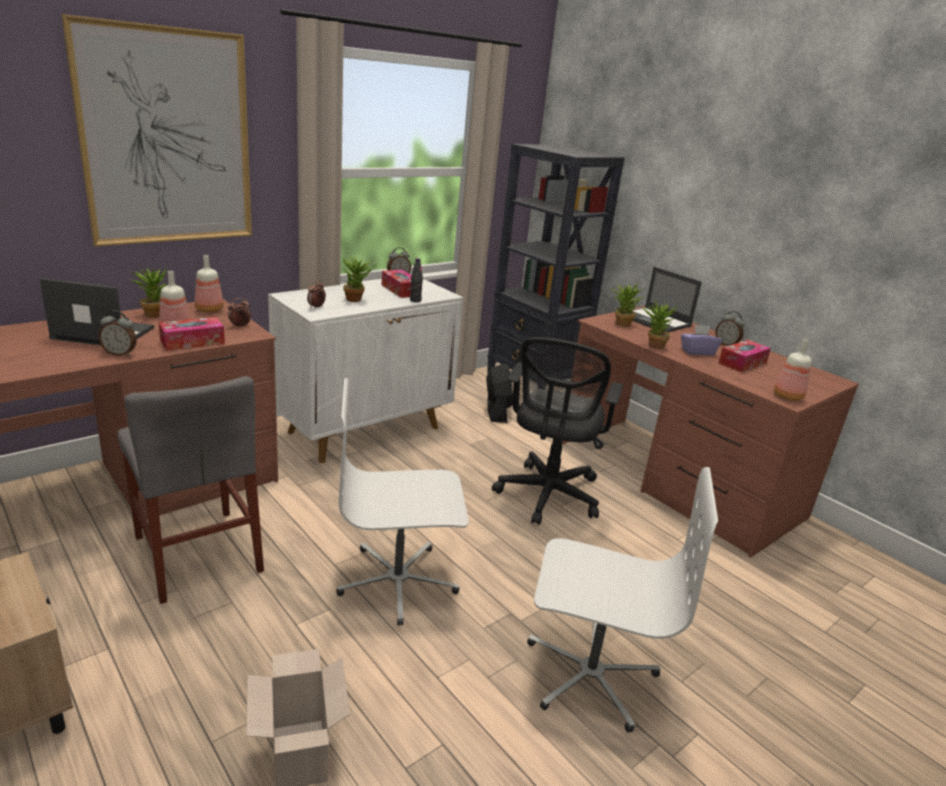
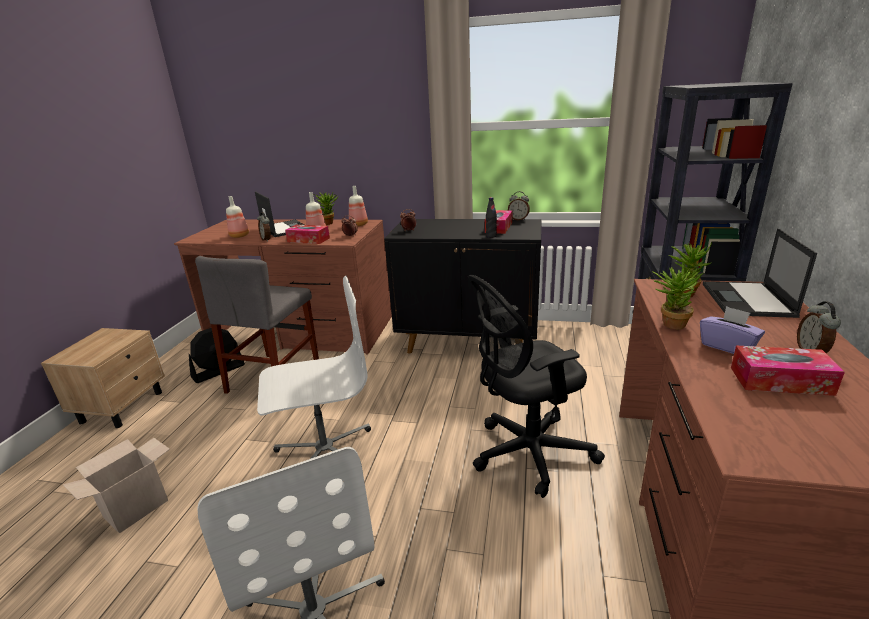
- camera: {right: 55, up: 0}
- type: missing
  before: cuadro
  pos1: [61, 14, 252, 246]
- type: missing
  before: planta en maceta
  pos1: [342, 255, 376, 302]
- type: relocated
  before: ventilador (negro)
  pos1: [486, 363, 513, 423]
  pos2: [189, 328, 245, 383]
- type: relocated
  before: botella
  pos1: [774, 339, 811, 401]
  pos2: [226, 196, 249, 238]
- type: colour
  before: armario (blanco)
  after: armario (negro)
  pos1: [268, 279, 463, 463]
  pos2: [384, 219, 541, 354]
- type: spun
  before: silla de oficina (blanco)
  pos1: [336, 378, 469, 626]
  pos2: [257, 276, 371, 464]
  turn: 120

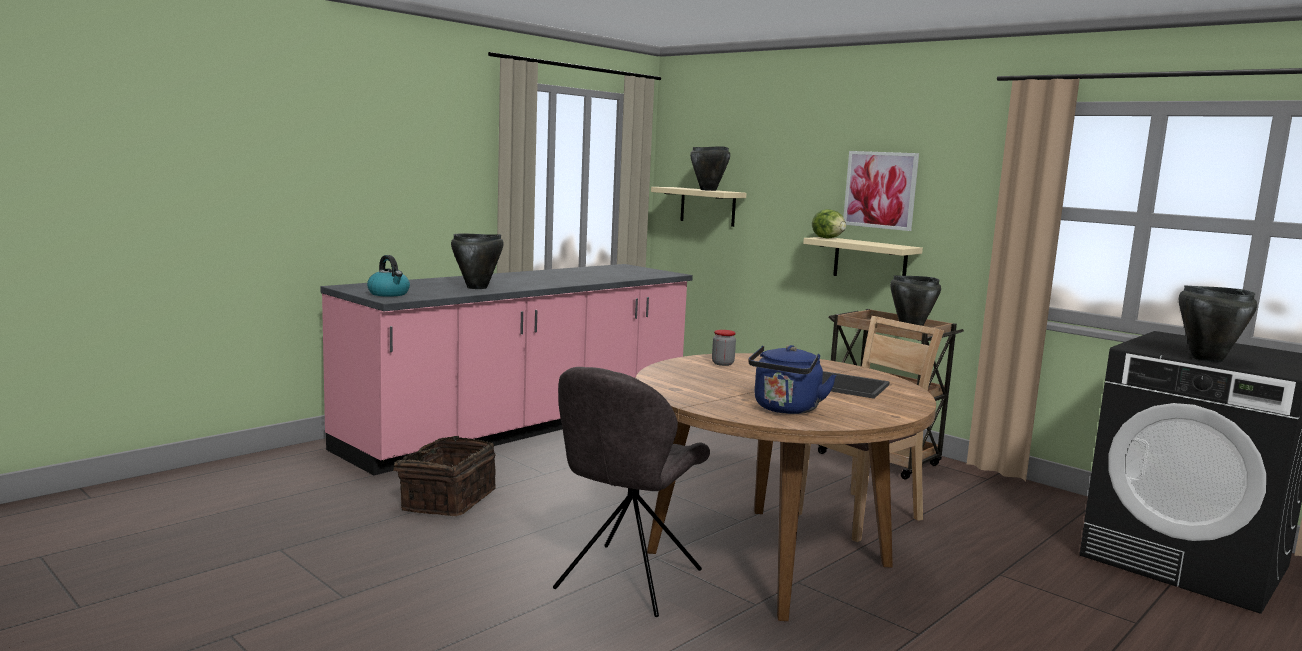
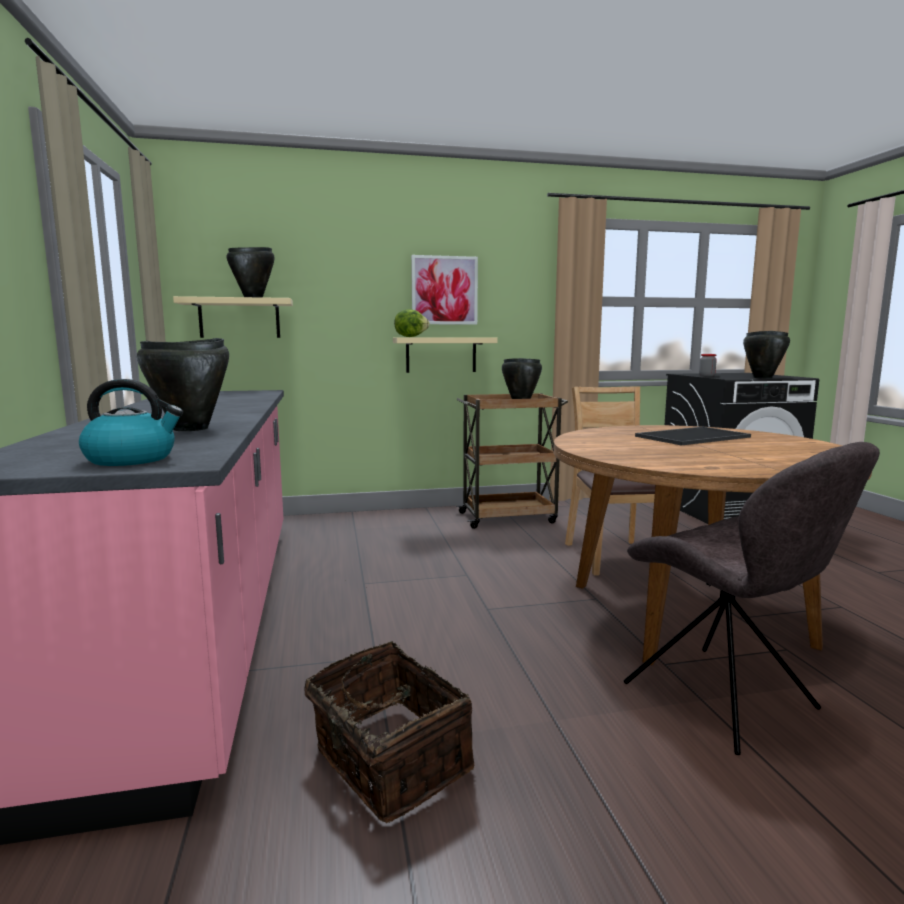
- camera: {right: -55, up: 0}
- type: missing
  before: hervidor (azul)
  pos1: [748, 345, 837, 414]
- type: relocated
  before: tarro
  pos1: [712, 330, 736, 366]
  pos2: [699, 354, 717, 377]

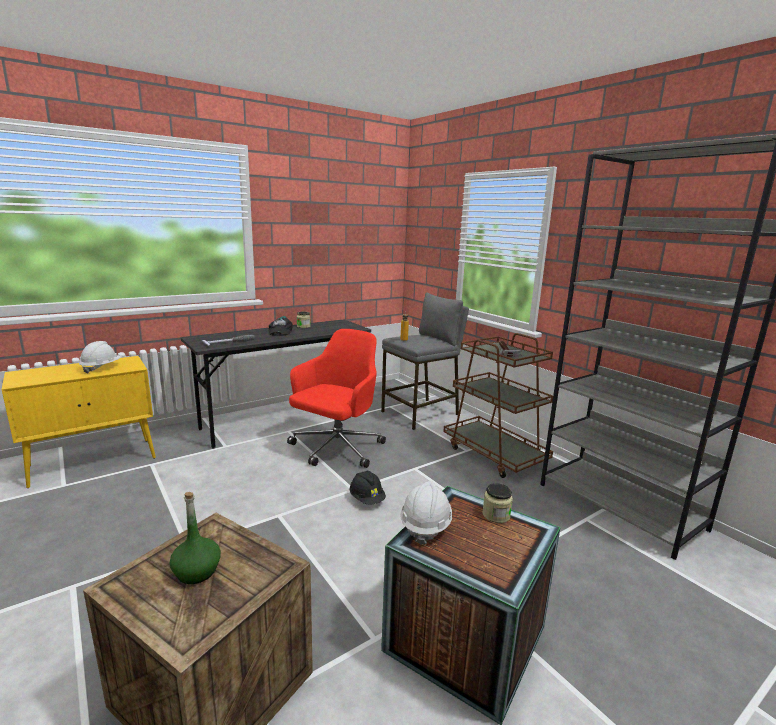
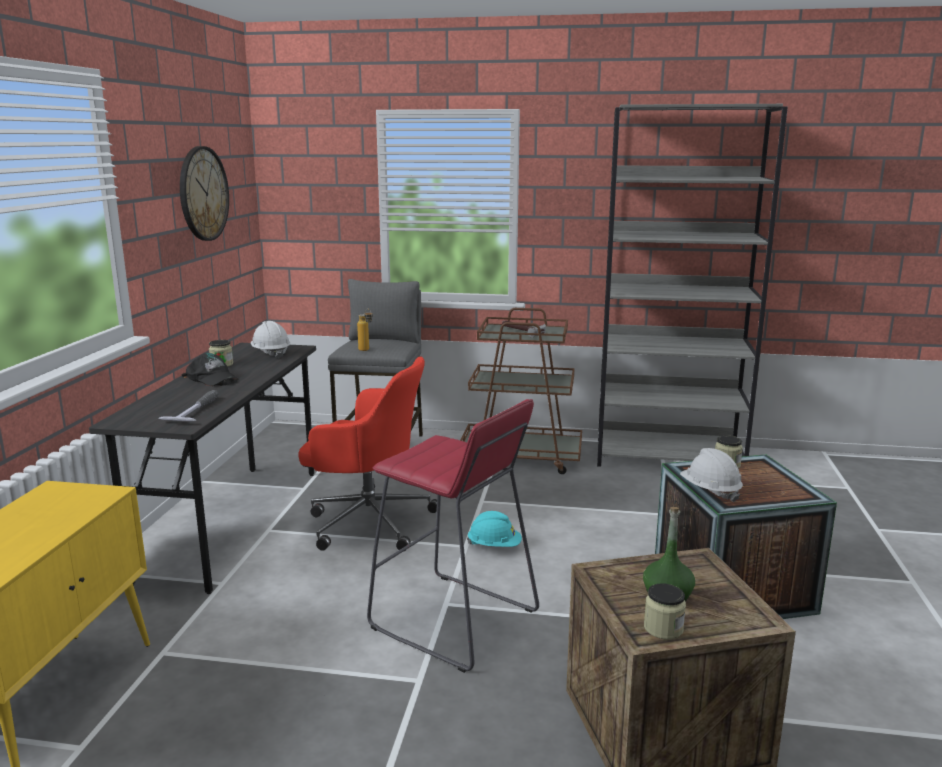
- camera: {right: -45, up: 0}
- type: appeared
  after: reloj de pared
  pos2: [180, 146, 229, 241]
- type: appeared
  after: taburete (rojo)
  pos2: [367, 399, 539, 673]
- type: appeared
  after: tarro
  pos2: [644, 583, 686, 639]
- type: relocated
  before: casco (blanco)
  pos1: [79, 341, 122, 374]
  pos2: [251, 321, 290, 358]
- type: colour
  before: casco (negro)
  after: casco (turquesa)
  pos1: [349, 471, 386, 505]
  pos2: [467, 511, 522, 547]
- type: spun
  before: silla de oficina (rojo)
  pos1: [287, 329, 386, 468]
  pos2: [298, 357, 437, 552]
  turn: 120

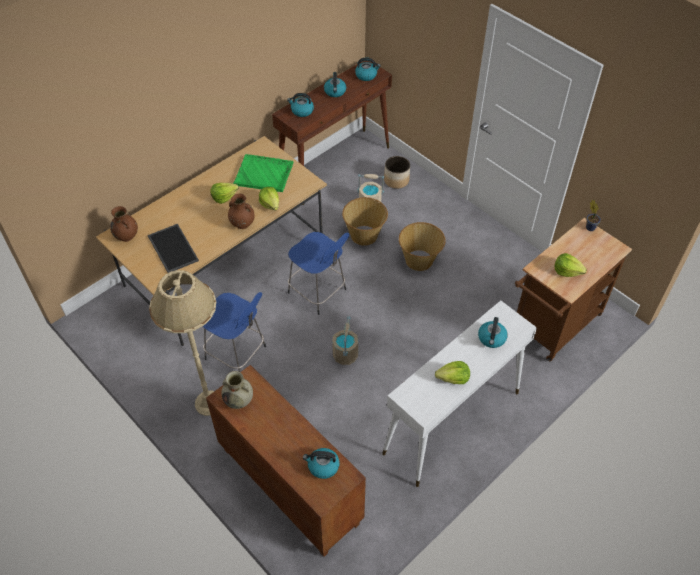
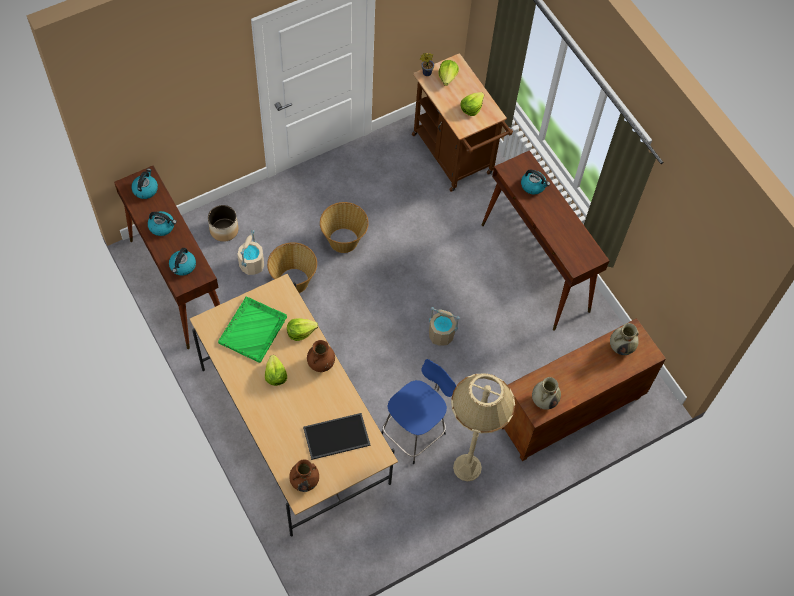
- camera: {right: -80, up: 10}
- type: missing
  before: taburete (azul)
  pos1: [288, 232, 349, 315]
- type: relocated
  before: lechuga
  pos1: [435, 361, 470, 384]
  pos2: [438, 60, 459, 86]
- type: exchanged
  before: hervidor
  after: florero (beis)
  pos1: [303, 448, 340, 479]
  pos2: [610, 323, 639, 355]
- type: colour
  before: mesa consola (blanco)
  after: mesa consola (marrón)
  pos1: [382, 301, 537, 487]
  pos2: [482, 150, 610, 331]

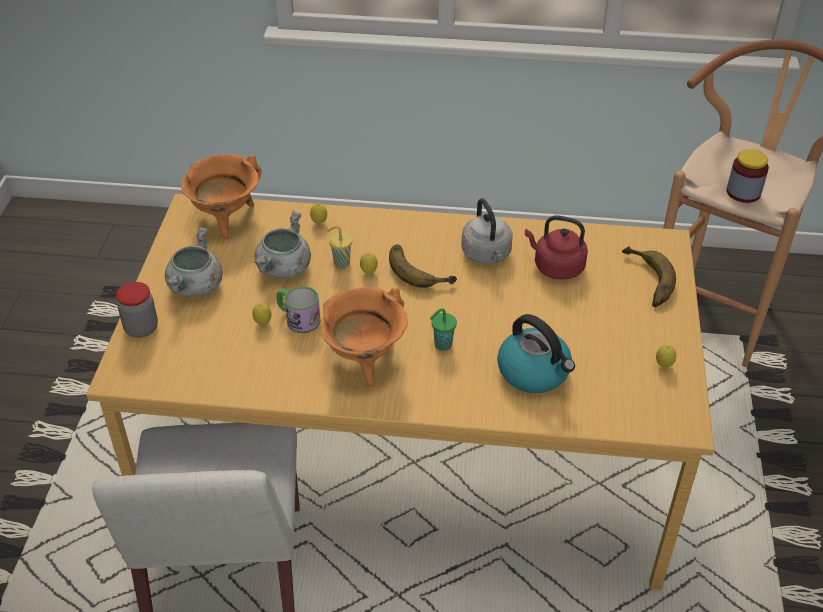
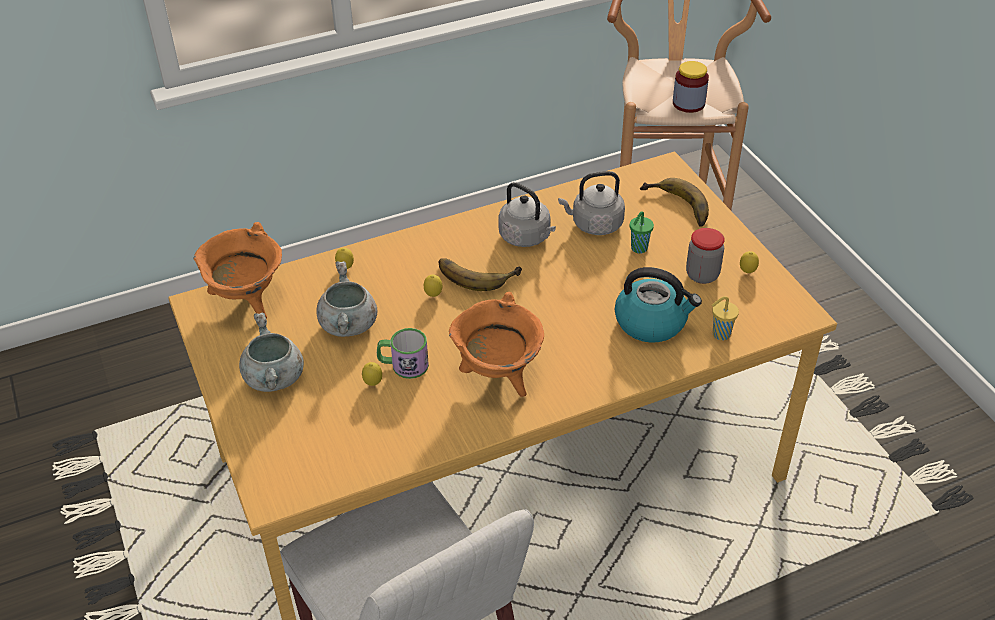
- camera: {right: -30, up: 0}
- type: relocated
  before: tarro
  pos1: [116, 282, 158, 338]
  pos2: [686, 228, 725, 284]
- type: relocated
  before: taza (amarillo)
  pos1: [327, 225, 352, 268]
  pos2: [712, 296, 739, 341]
- type: relocated
  before: taza (verde)
  pos1: [430, 308, 457, 351]
  pos2: [630, 211, 654, 253]
- type: colour
  before: hervidor (rojo)
  after: hervidor (gris)
  pos1: [525, 215, 588, 280]
  pos2: [558, 171, 625, 235]

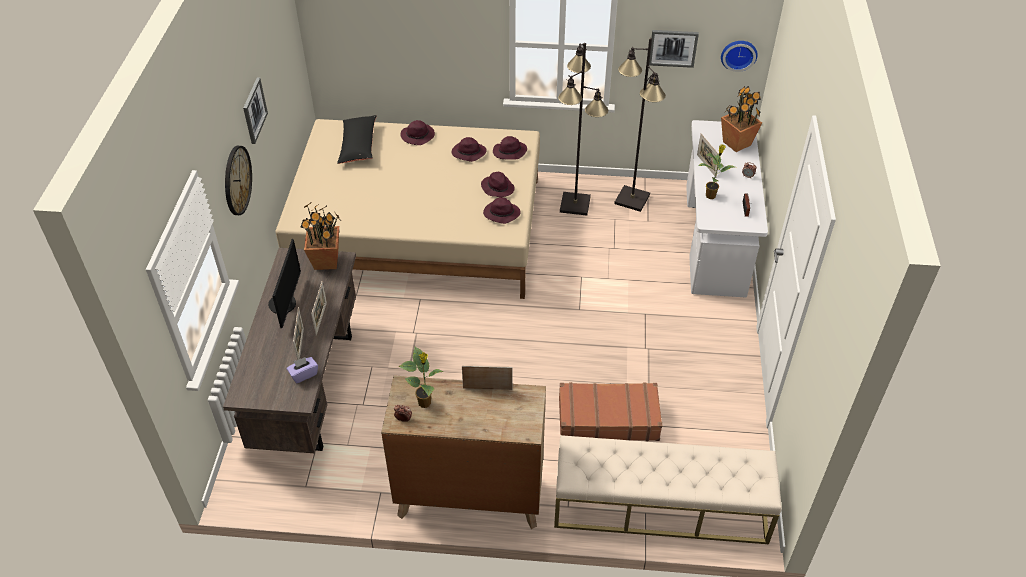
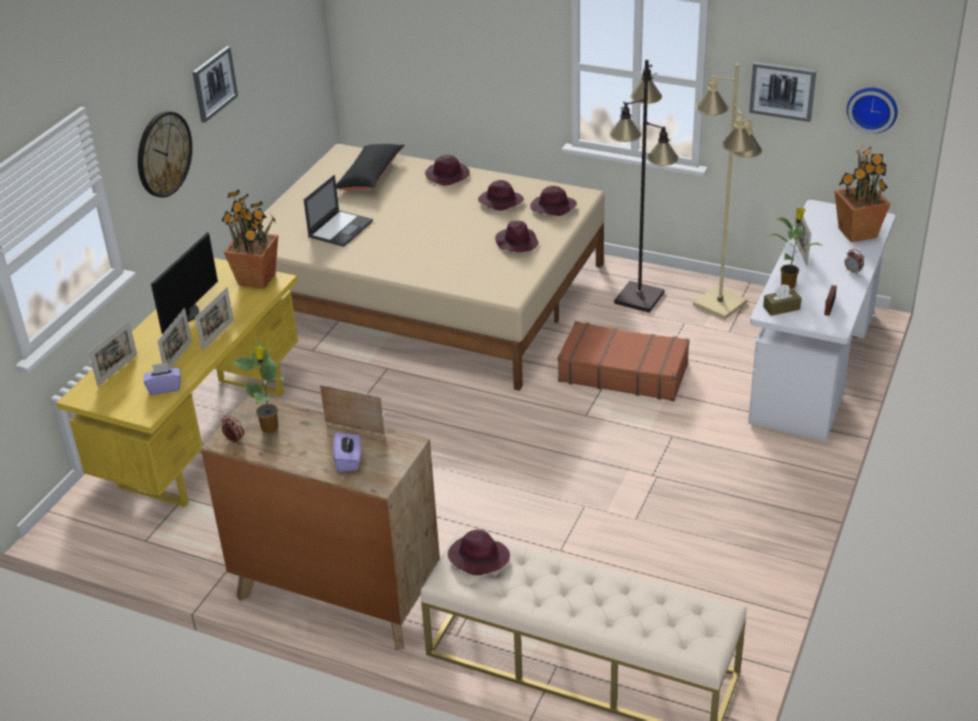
- camera: {right: 20, up: -10}
- type: appeared
  after: portarretratos
  pos2: [89, 321, 137, 386]
- type: appeared
  after: portátil
  pos2: [304, 175, 373, 247]
- type: appeared
  after: caja de pañuelos (morado)
  pos2: [333, 432, 361, 472]
- type: appeared
  after: caja de pañuelos (marrón)
  pos2: [763, 284, 802, 316]
- type: relocated
  before: sombrero (morado)
  pos1: [483, 197, 521, 224]
  pos2: [448, 529, 510, 575]
- type: relocated
  before: maleta (marrón)
  pos1: [559, 382, 663, 441]
  pos2: [558, 321, 690, 401]
- type: colour
  before: escritorio (marrón)
  after: escritorio (amarillo)
  pos1: [223, 248, 356, 453]
  pos2: [56, 258, 298, 507]
- type: colour
  before: lámpara de pie (negro)
  after: lámpara de pie (beis)
  pos1: [614, 38, 666, 212]
  pos2: [693, 63, 762, 320]

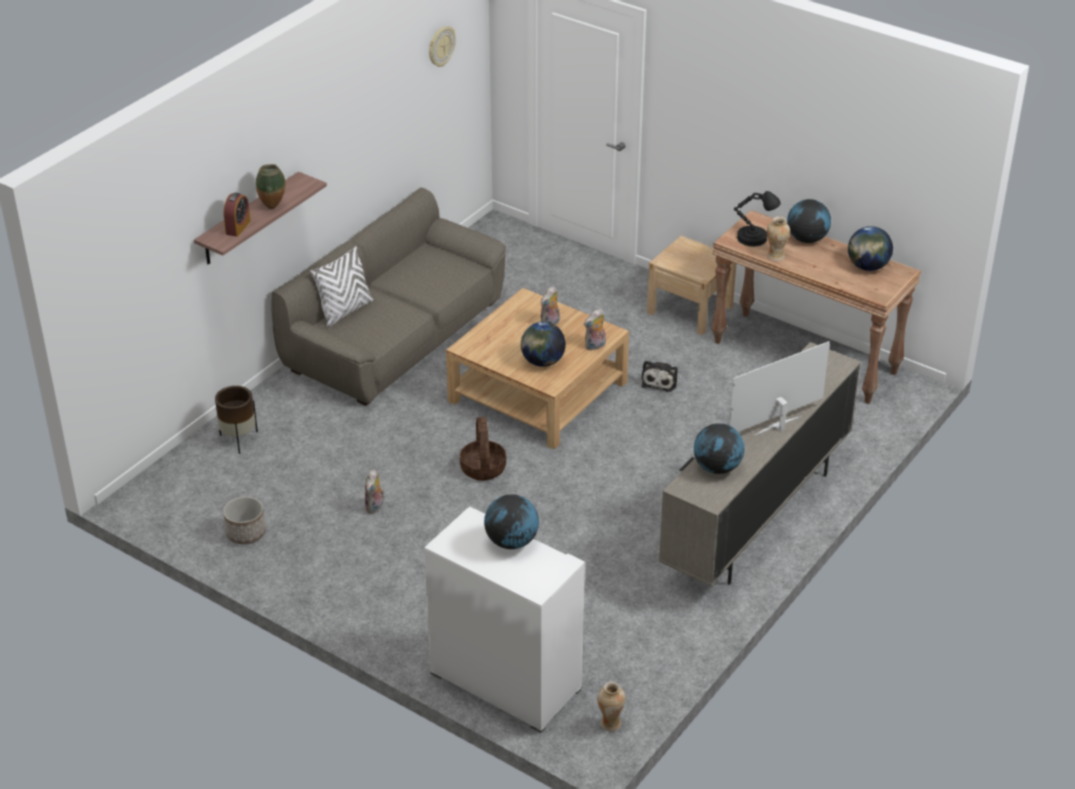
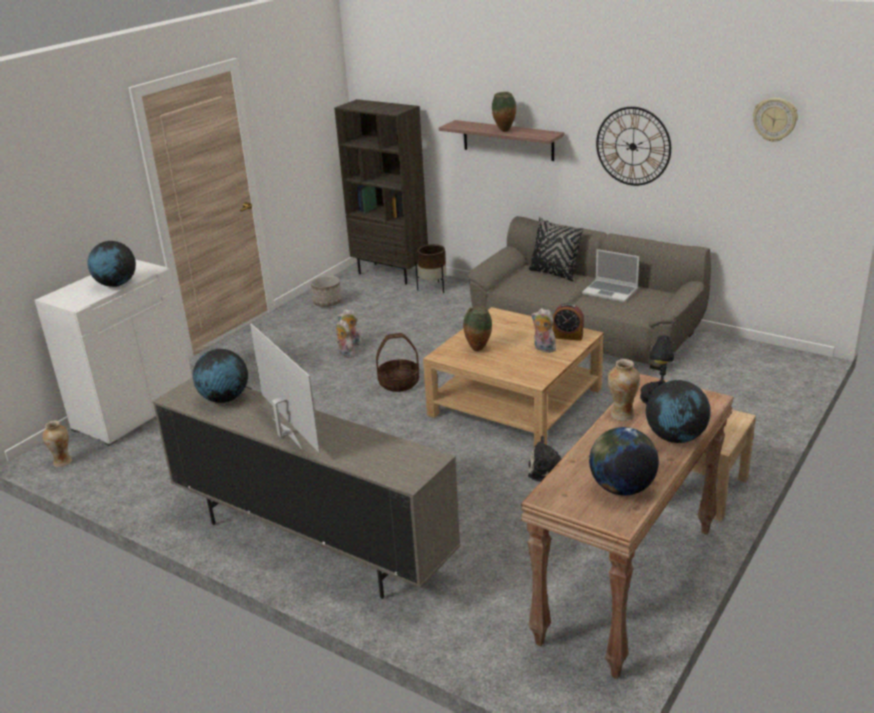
- camera: {right: 90, up: -10}
- type: appeared
  after: estantería (marrón)
  pos2: [334, 99, 428, 285]
- type: appeared
  after: portátil
  pos2: [582, 249, 639, 303]
- type: appeared
  after: reloj de pared
  pos2: [596, 107, 671, 186]
- type: relocated
  before: despertador
  pos1: [223, 192, 251, 237]
  pos2: [553, 303, 583, 341]
- type: relocated
  before: peluche
  pos1: [584, 309, 606, 350]
  pos2: [336, 320, 355, 358]
- type: exchanged
  before: globo terráqueo
  after: florero
  pos1: [521, 322, 566, 367]
  pos2: [463, 306, 492, 351]
- type: colour
  before: cojín (blanco)
  after: cojín (negro)
  pos1: [310, 246, 373, 328]
  pos2: [528, 217, 584, 281]

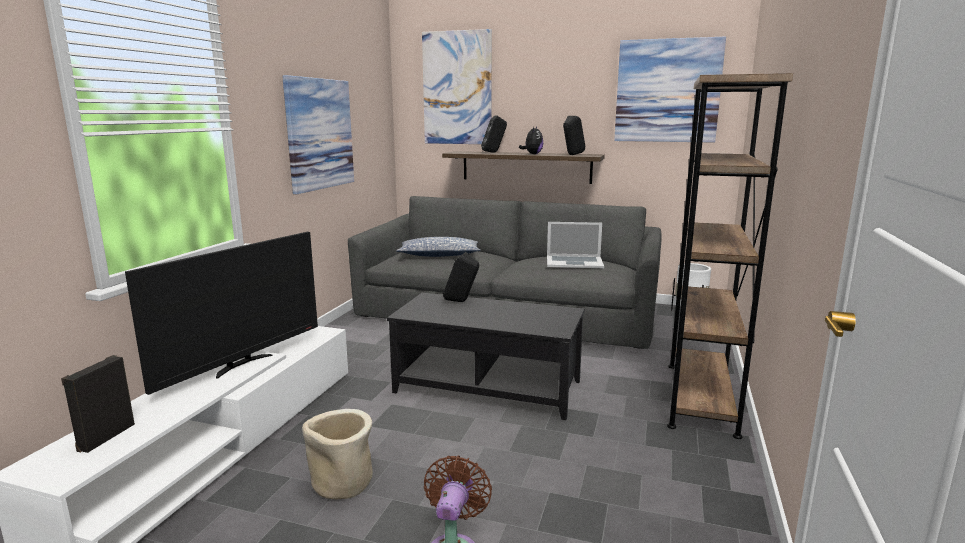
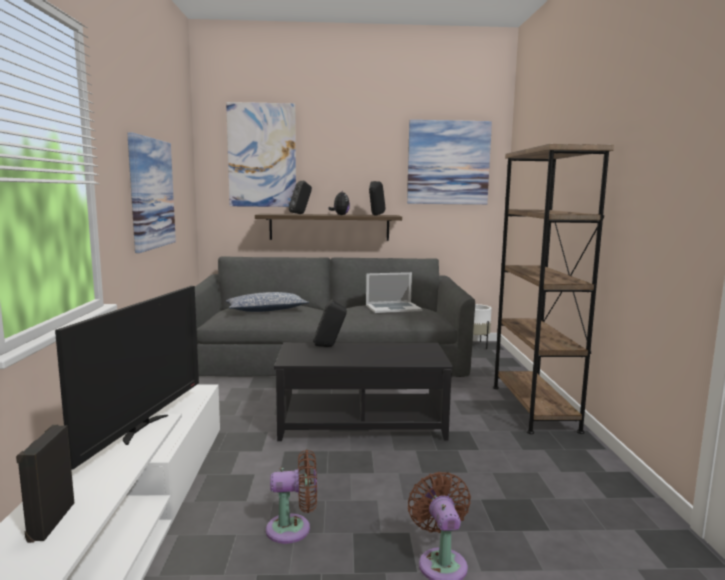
- camera: {right: -20, up: -5}
- type: exchanged
  before: maceta (beis)
  after: ventilador (marrón)
  pos1: [302, 409, 373, 499]
  pos2: [266, 450, 317, 544]

